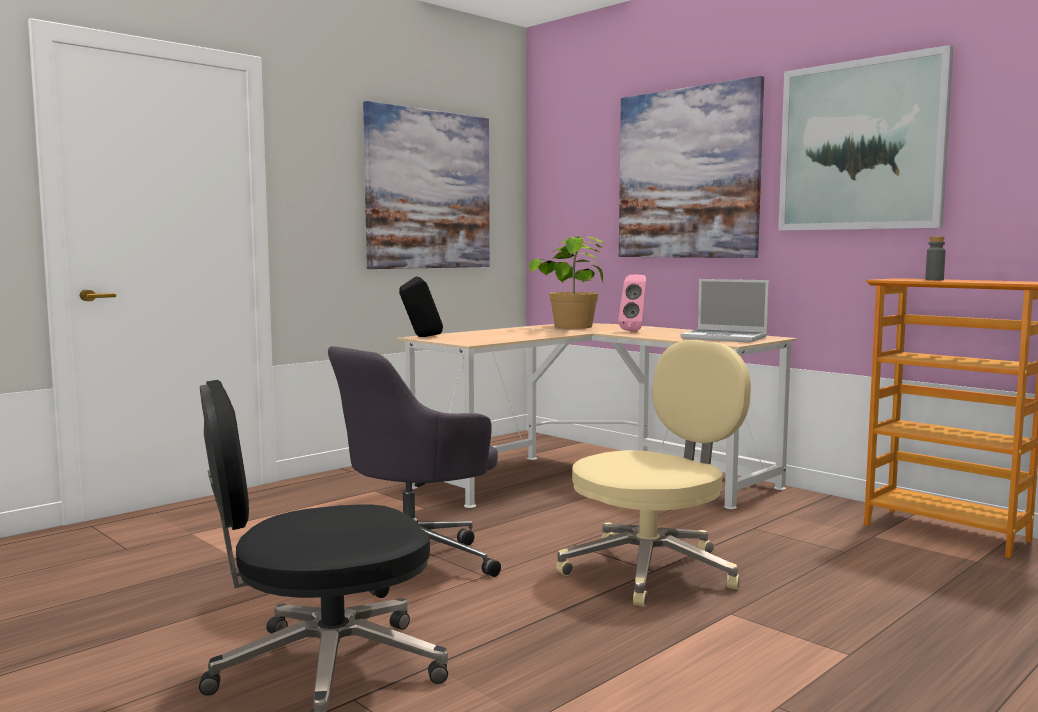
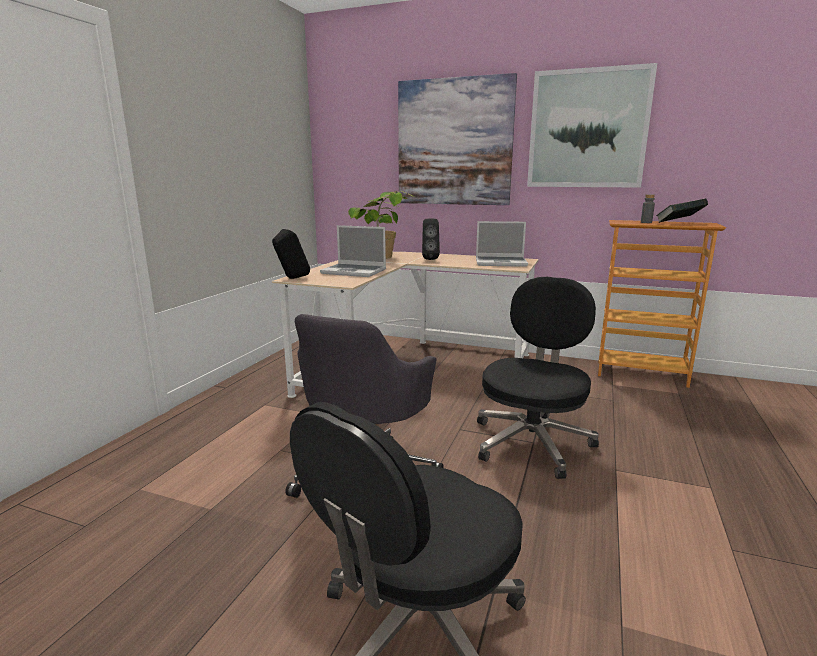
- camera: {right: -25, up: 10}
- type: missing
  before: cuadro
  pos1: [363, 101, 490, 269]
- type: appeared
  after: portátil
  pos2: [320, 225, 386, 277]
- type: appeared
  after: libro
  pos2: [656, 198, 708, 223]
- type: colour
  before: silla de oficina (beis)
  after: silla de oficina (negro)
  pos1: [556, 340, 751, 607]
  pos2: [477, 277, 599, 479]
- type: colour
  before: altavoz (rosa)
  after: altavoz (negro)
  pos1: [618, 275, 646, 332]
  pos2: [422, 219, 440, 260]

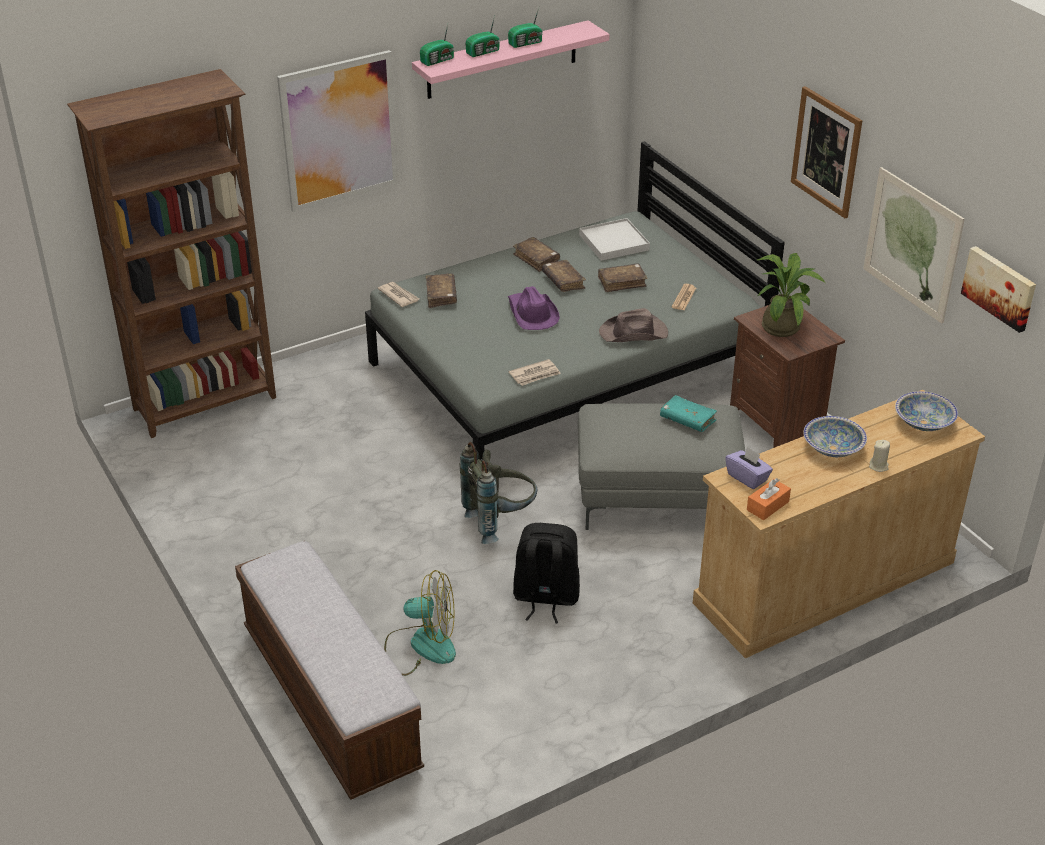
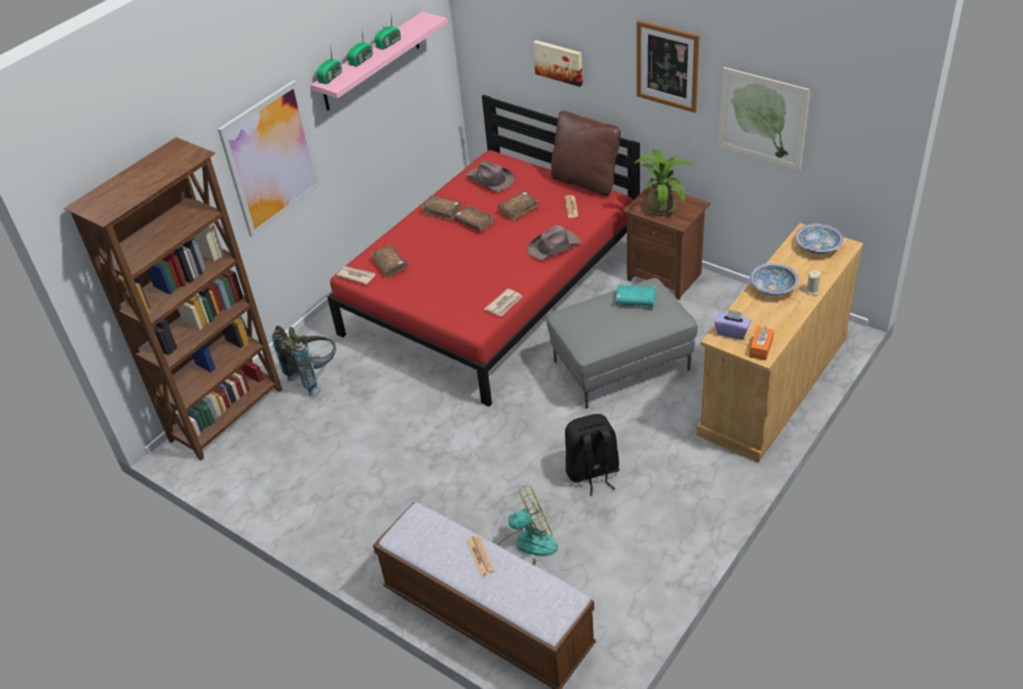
- camera: {right: -20, up: 5}
- type: missing
  before: sombrero (morado)
  pos1: [508, 286, 560, 330]
- type: appeared
  after: periódico
  pos2: [466, 535, 495, 576]
- type: appeared
  after: cojín (marrón)
  pos2: [551, 110, 621, 196]
- type: relocated
  before: mochila (gris)
  pos1: [459, 442, 538, 544]
  pos2: [272, 326, 336, 396]
- type: relocated
  before: cuadro
  pos1: [961, 246, 1036, 333]
  pos2: [533, 40, 583, 87]
- type: exchanged
  before: bandeja (blanco)
  after: sombrero (marrón)
  pos1: [579, 218, 650, 261]
  pos2: [466, 161, 515, 192]
- type: colour
  before: cama (gris)
  after: cama (rojo)
  pos1: [365, 141, 785, 460]
  pos2: [327, 95, 640, 407]

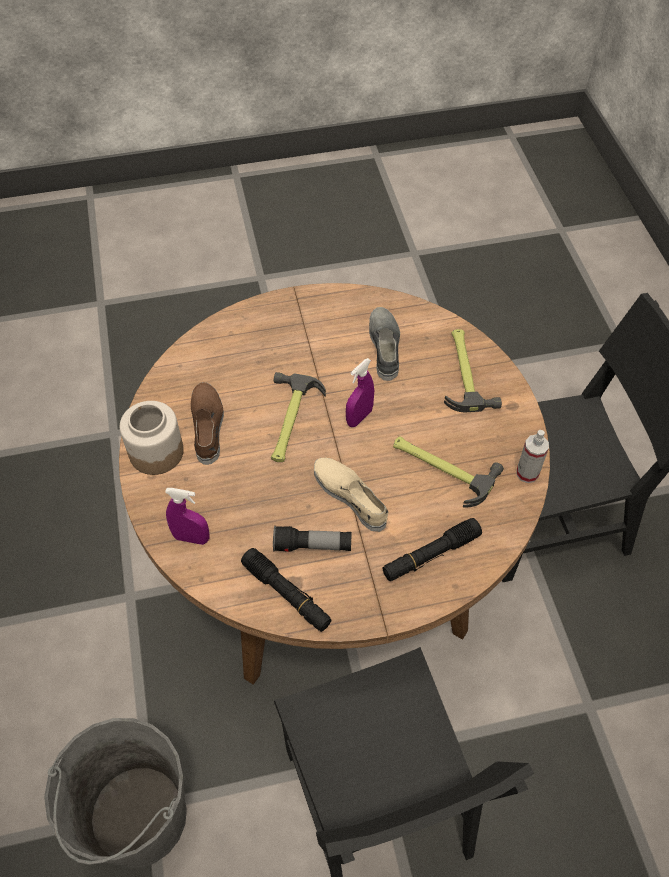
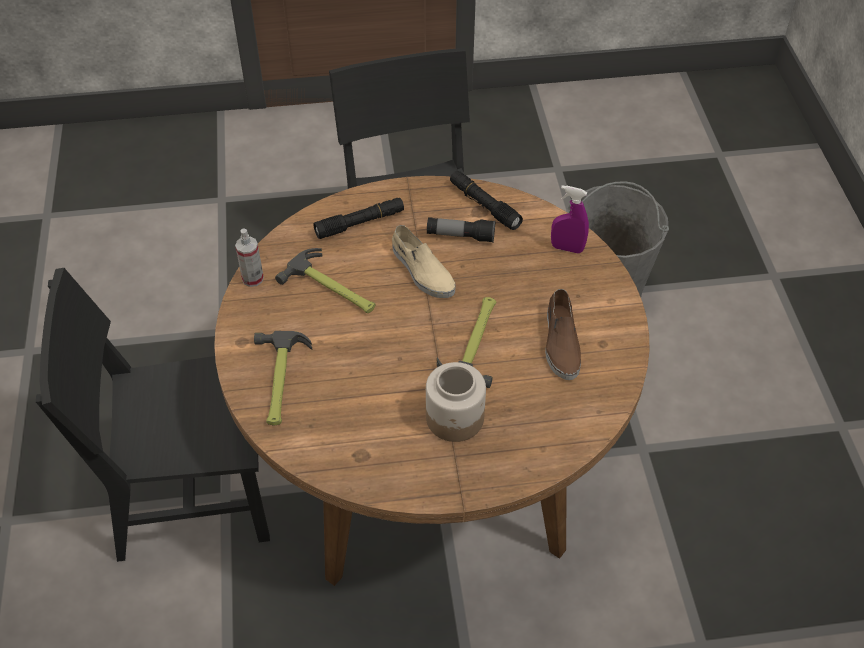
- camera: {right: -175, up: -5}
- type: missing
  before: pulverizador (morado)
  pos1: [346, 358, 374, 427]
- type: missing
  before: zapato (gris)
  pos1: [369, 307, 400, 381]
- type: relocated
  before: tarro
  pos1: [120, 401, 184, 475]
  pos2: [426, 362, 486, 442]

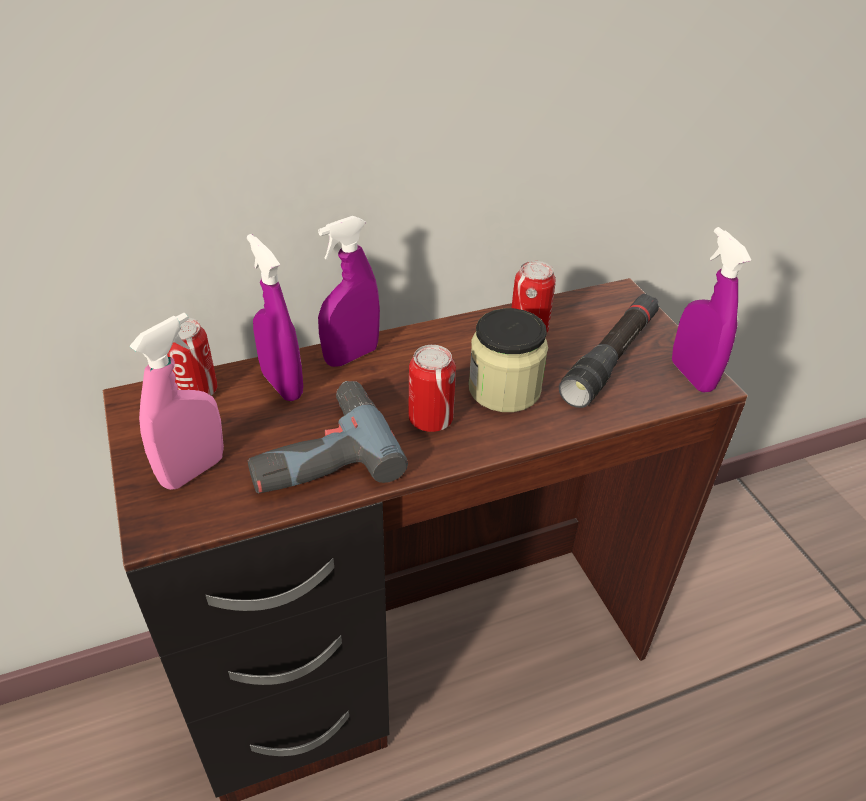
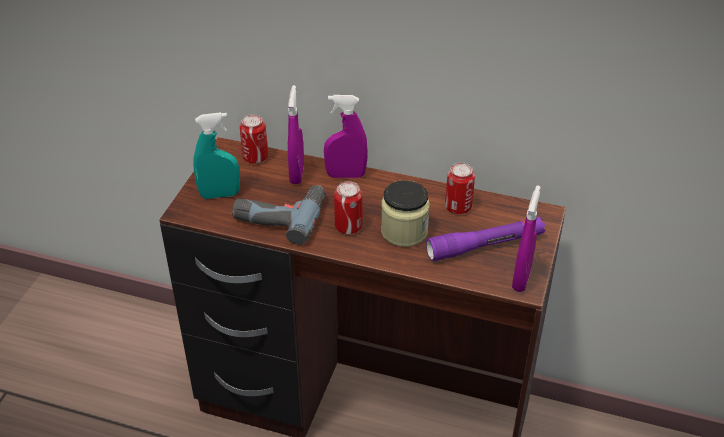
- camera: {right: 40, up: 0}
- type: colour
  before: pulverizador (rosa)
  after: pulverizador (turquesa)
  pos1: [130, 313, 224, 490]
  pos2: [193, 112, 240, 199]
- type: colour
  before: linterna (negro)
  after: linterna (morado)
  pos1: [559, 294, 659, 408]
  pos2: [426, 217, 545, 261]

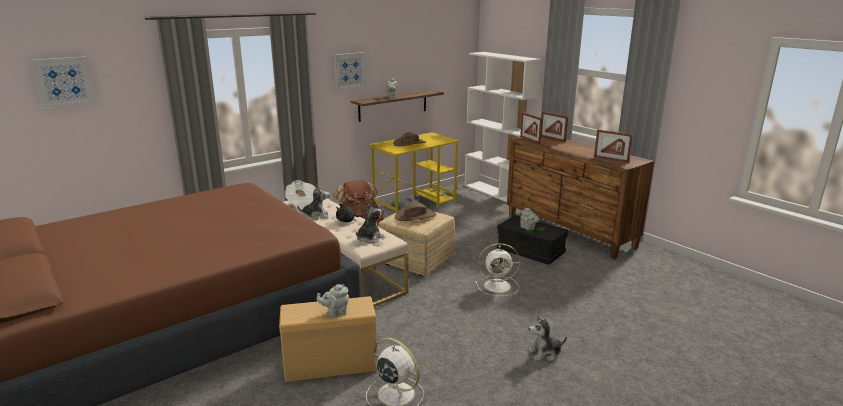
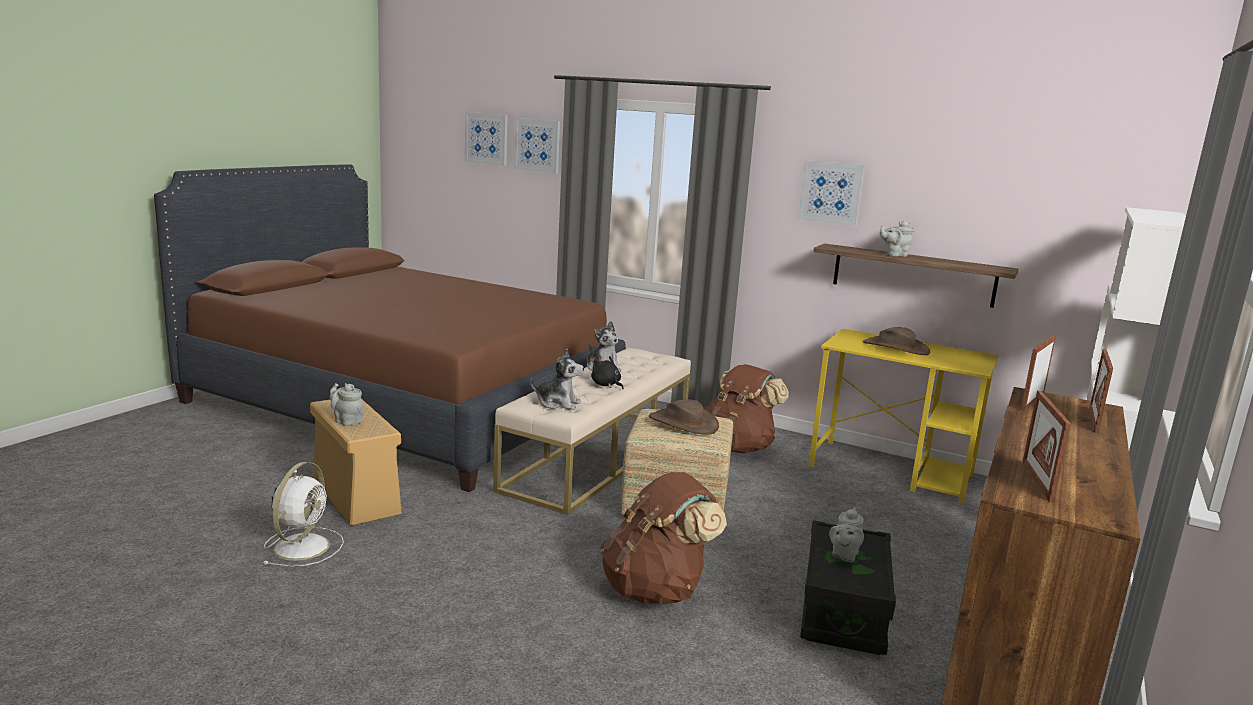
- camera: {right: 65, up: -5}
- type: missing
  before: periódico
  pos1: [285, 180, 316, 210]
- type: missing
  before: peluche
  pos1: [527, 315, 567, 361]
- type: appeared
  after: cuadro
  pos2: [514, 118, 560, 173]
- type: exchanged
  before: ventilador (blanco)
  after: mochila (marrón)
  pos1: [475, 243, 520, 296]
  pos2: [600, 472, 727, 604]

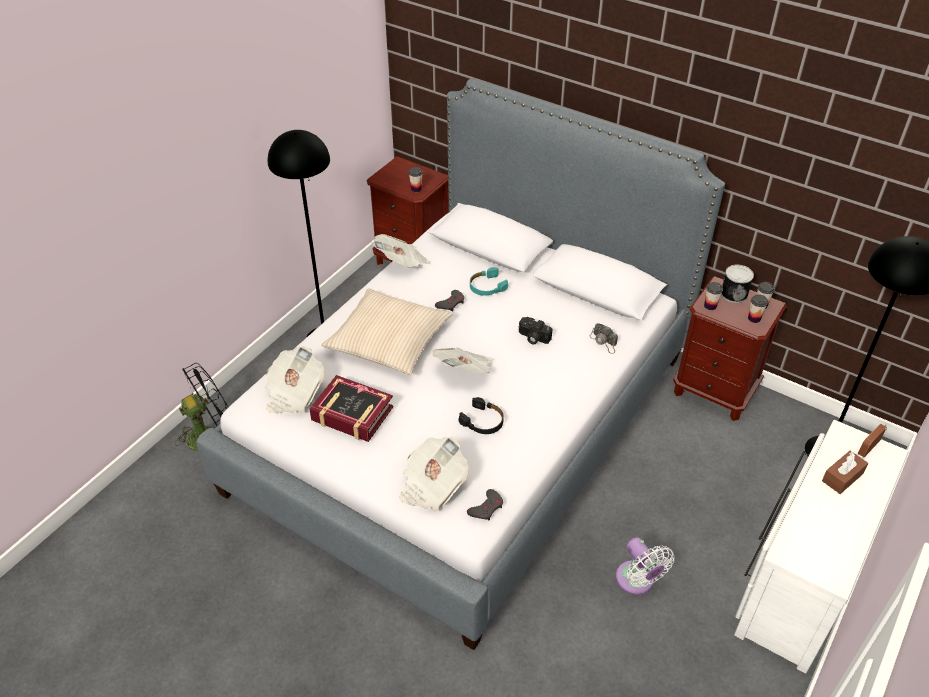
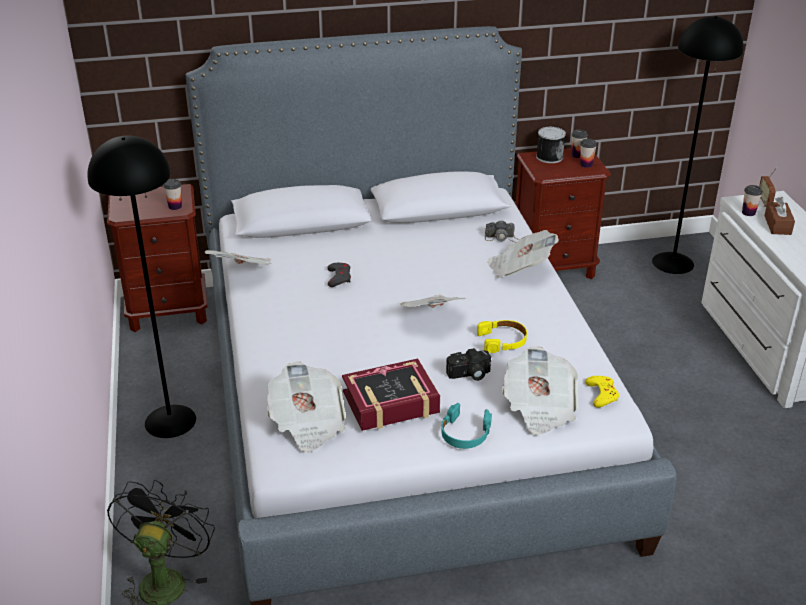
- camera: {right: -45, up: -10}
- type: missing
  before: cojín (beis)
  pos1: [321, 288, 453, 375]
- type: missing
  before: ventilador (blanco)
  pos1: [616, 537, 674, 595]
- type: appeared
  after: periódico
  pos2: [487, 230, 559, 278]
- type: relocated
  before: auriculares (turquesa)
  pos1: [470, 267, 508, 296]
  pos2: [441, 403, 492, 449]
- type: relocated
  before: cámara
  pos1: [518, 317, 552, 345]
  pos2: [446, 348, 491, 381]
- type: relocated
  before: taza
  pos1: [704, 282, 723, 310]
  pos2: [742, 185, 763, 216]
- type: colour
  before: auriculares (negro)
  after: auriculares (amarillo)
  pos1: [458, 397, 504, 434]
  pos2: [477, 320, 527, 353]
- type: colour
  before: mando de consola (gris)
  after: mando de consola (amarillo)
  pos1: [467, 489, 503, 520]
  pos2: [585, 376, 619, 408]

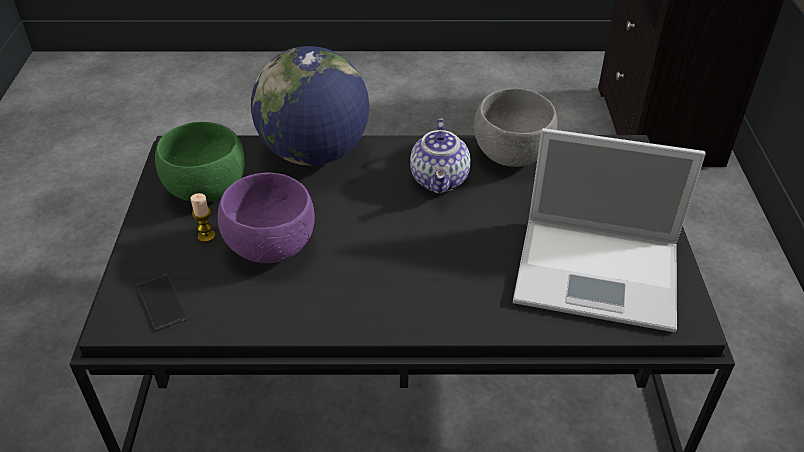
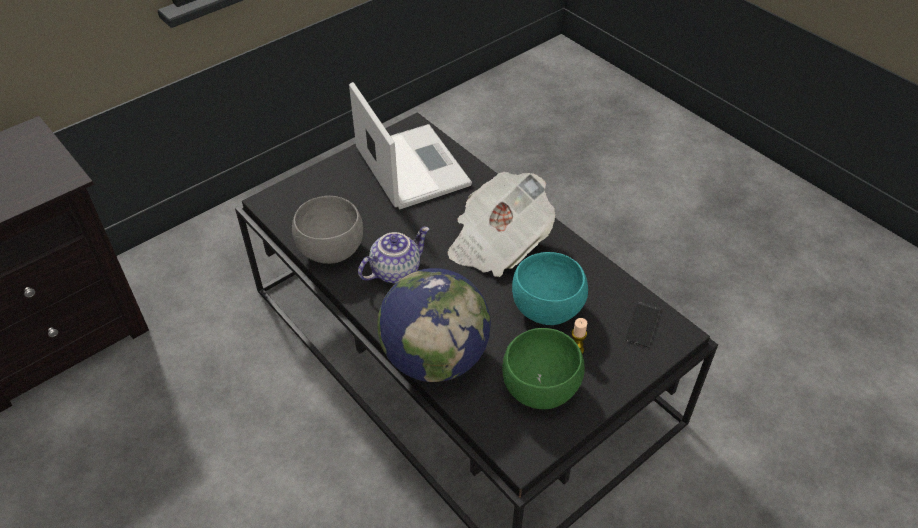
- camera: {right: -130, up: 5}
- type: appeared
  after: periódico
  pos2: [448, 172, 555, 277]
- type: colour
  before: cuenco (morado)
  after: cuenco (turquesa)
  pos1: [218, 172, 315, 263]
  pos2: [512, 252, 588, 325]

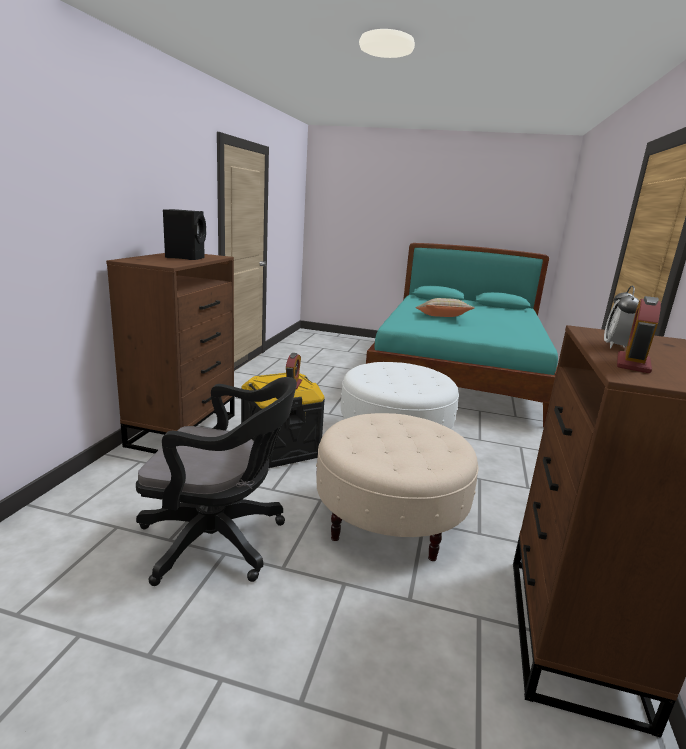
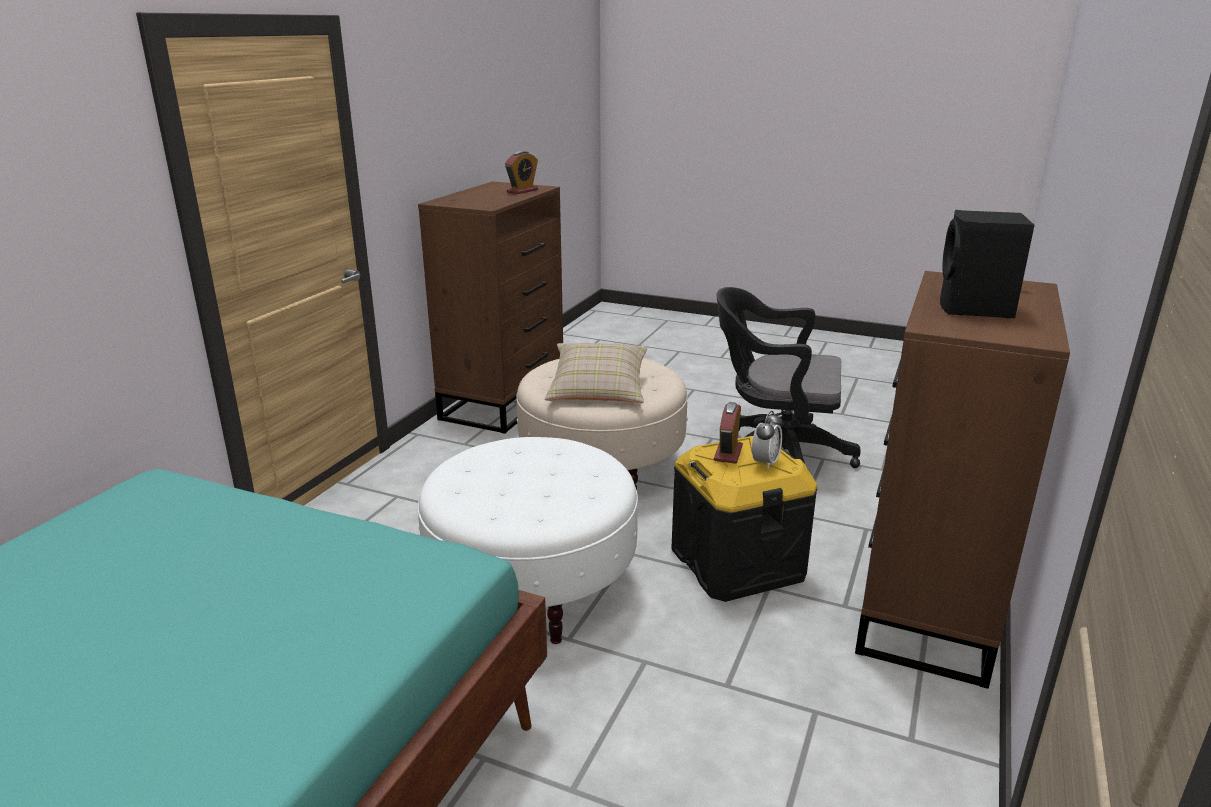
- camera: {right: -170, up: 5}
- type: relocated
  before: cojín (beis)
  pos1: [415, 298, 475, 317]
  pos2: [545, 342, 647, 403]
- type: relocated
  before: despertador
  pos1: [604, 286, 639, 348]
  pos2: [752, 411, 782, 469]

